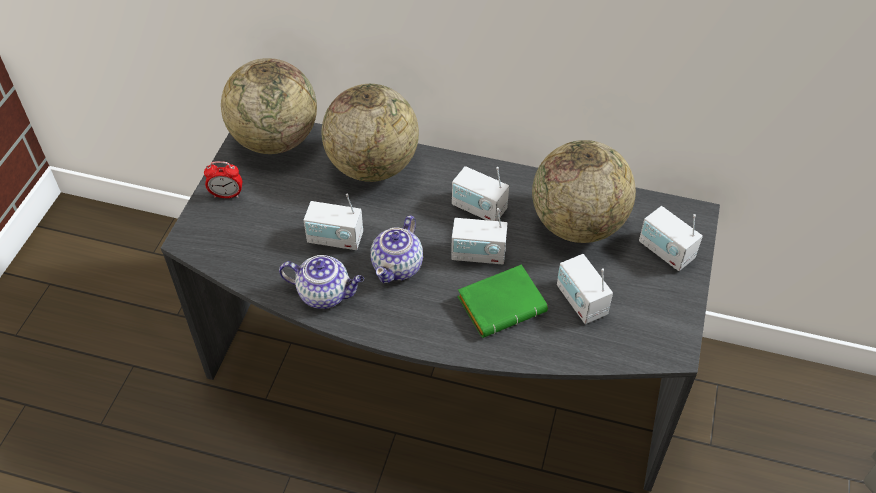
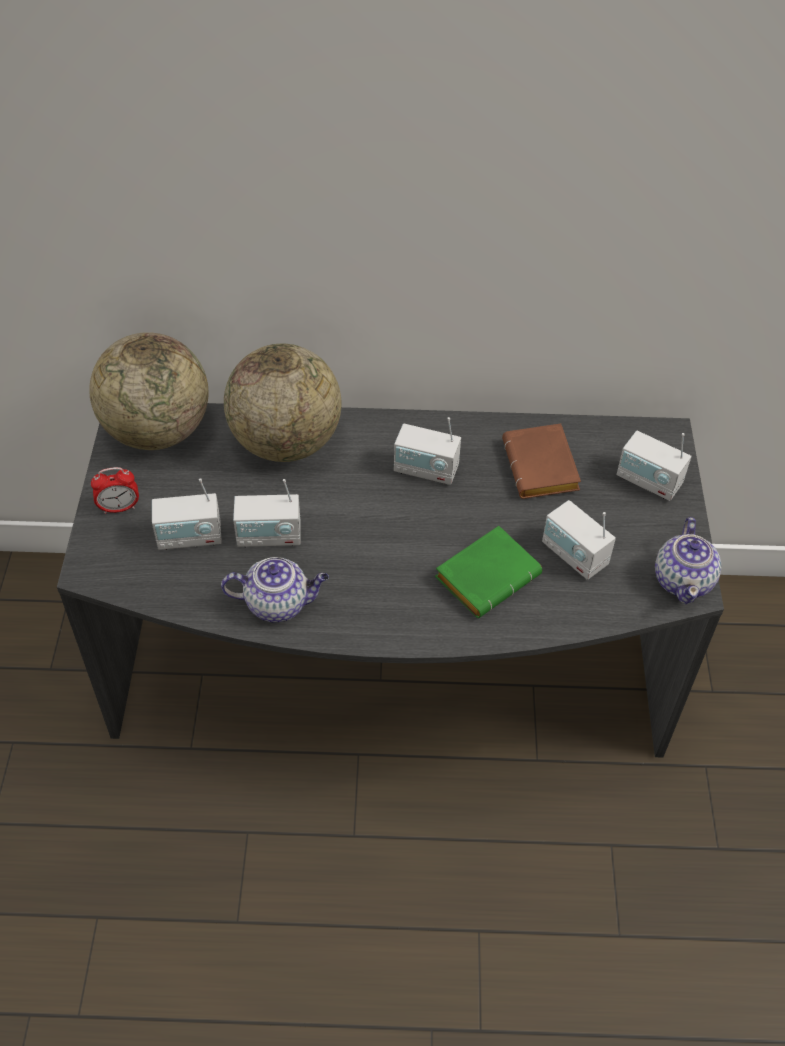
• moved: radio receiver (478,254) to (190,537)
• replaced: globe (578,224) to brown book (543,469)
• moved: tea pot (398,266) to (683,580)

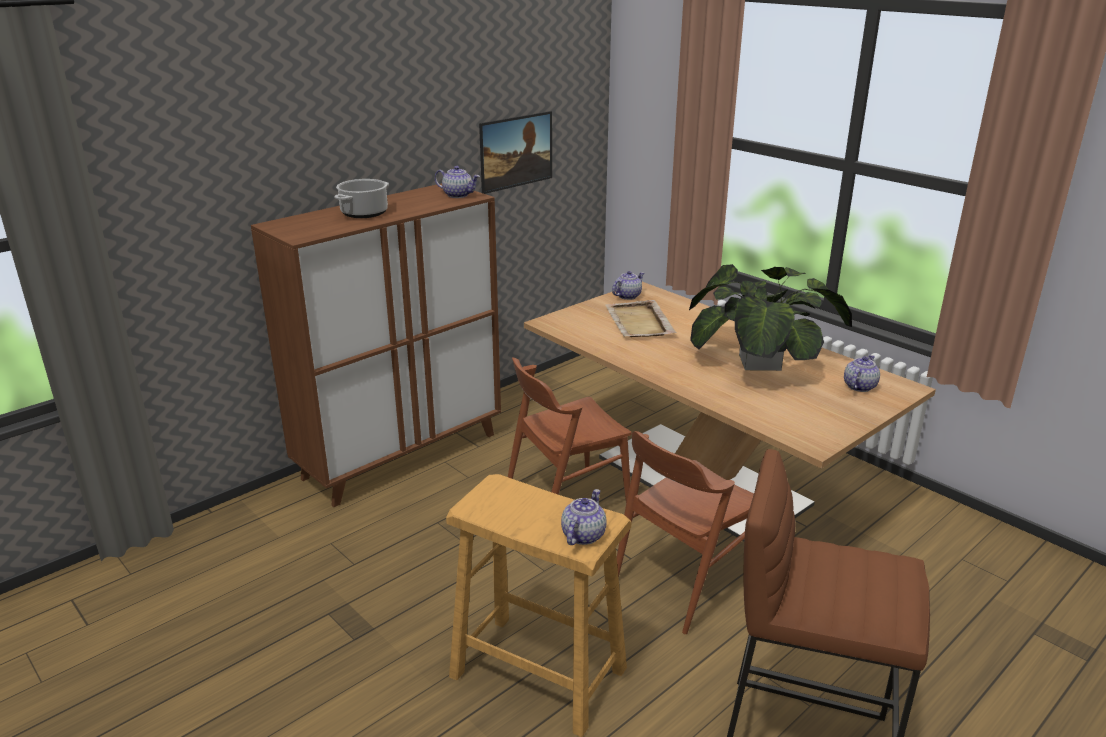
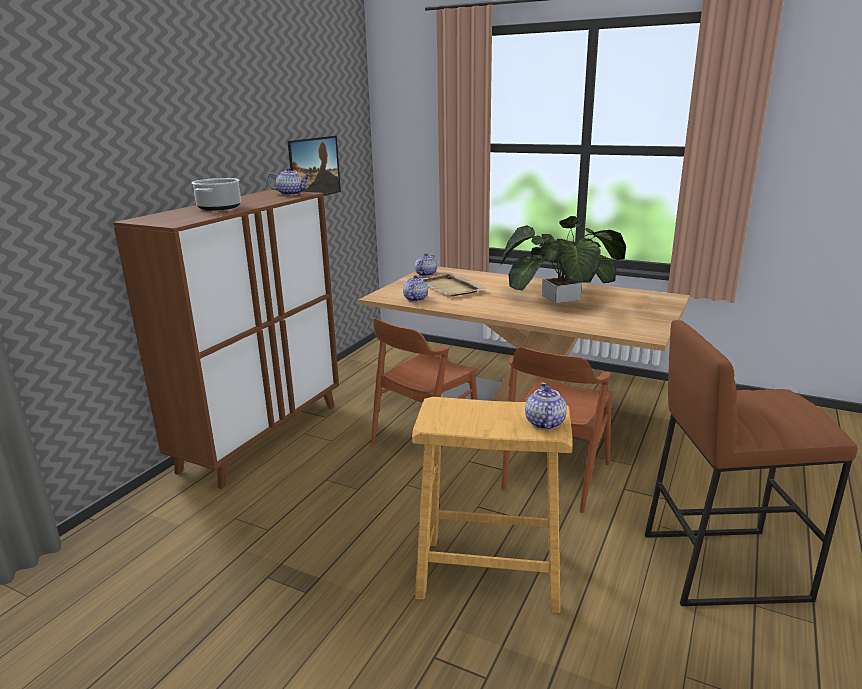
• moved: tea pot (859,386) to (415,299)

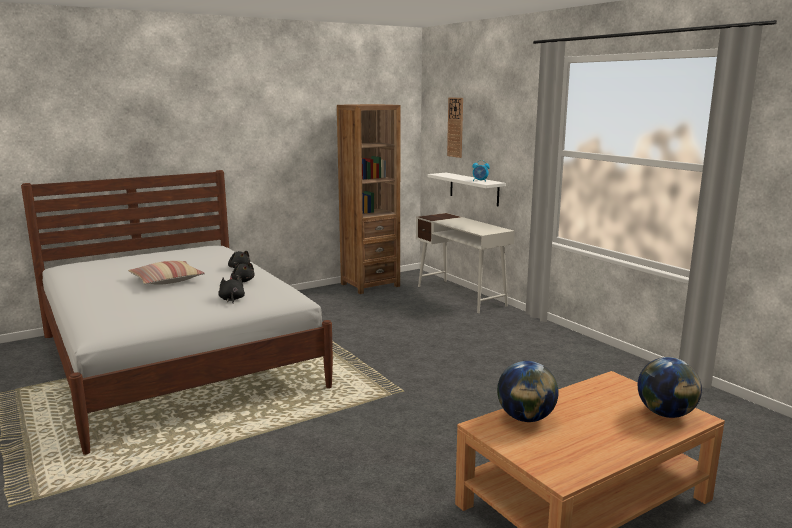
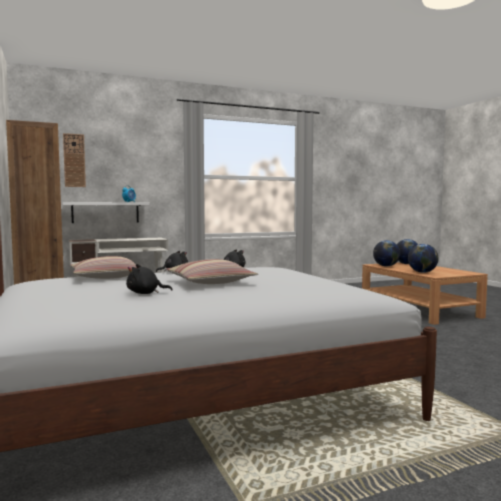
• added: cushion (106,277)
• moved: black-coloured soft toy (232,299) to (145,293)
• added: globe (386,266)

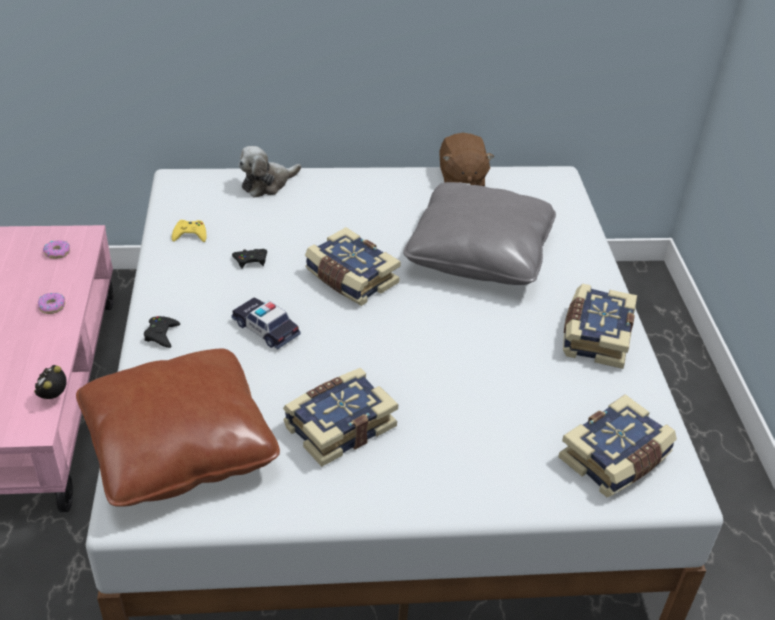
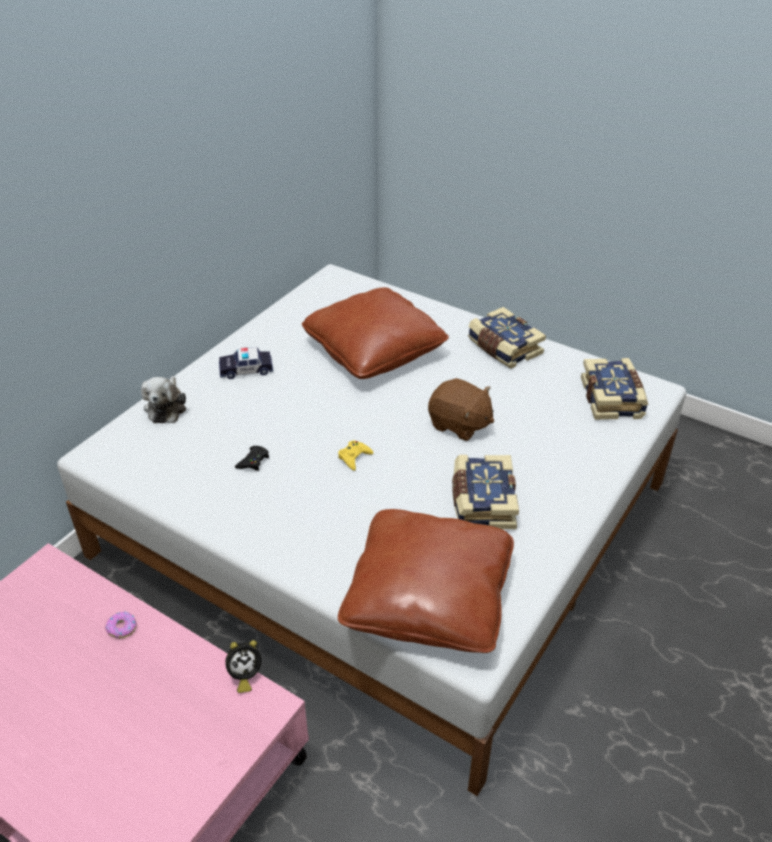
• moved: model car (265,329) to (246,370)
• turned: table clock (53,396) = (244,676) 75 degrees counterclockwise
• recoloured: grey cushion (479,254) to brown cushion (374,350)
• moved: yellowish joypad (190,234) to (354,457)
• moved: brown soft toy (461,179) to (459,425)
• removed: donut (57,252)
• removed: black-coloured joypad (161,334)
• removed: book (350,279)

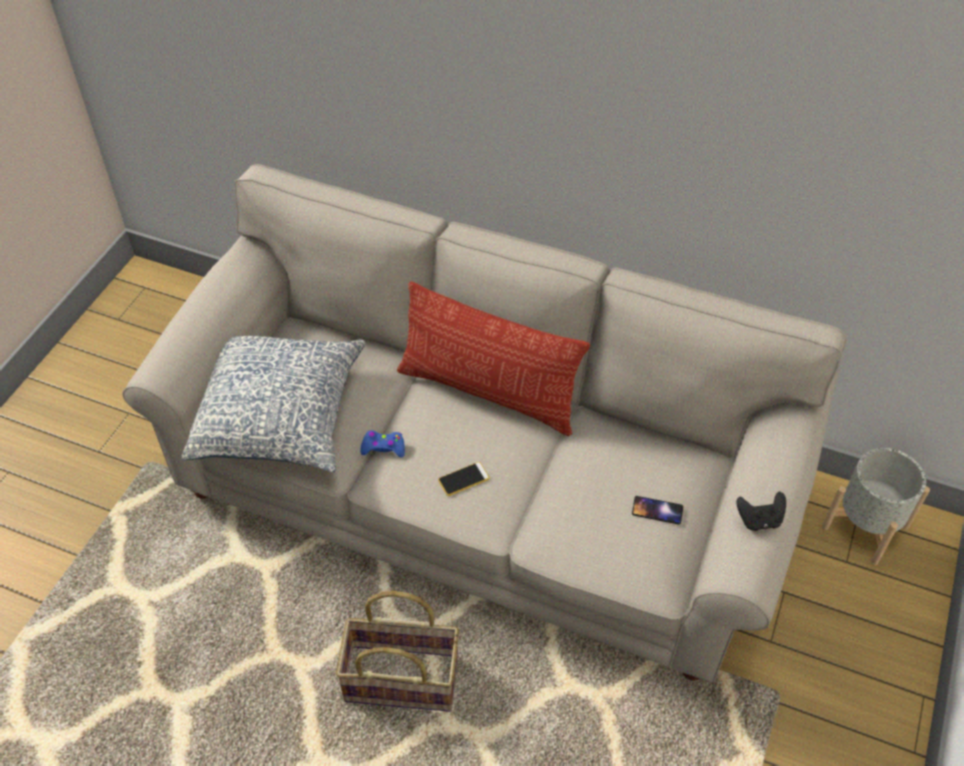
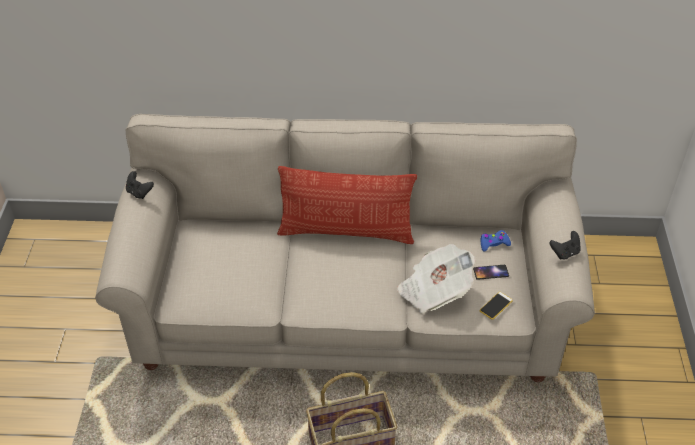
• added: black-coloured joypad (139,192)
• added: daily paper (434,291)
• moved: telephone (463,479) to (496,306)
• moved: blue-coloured joypad (383,447) to (493,243)
• removed: cushion (280,415)
• removed: grey planter (864,526)

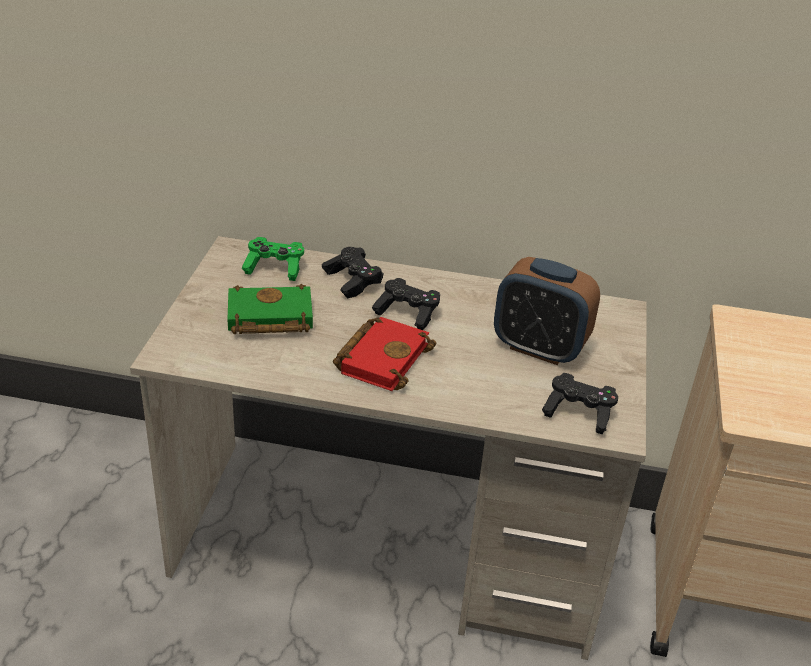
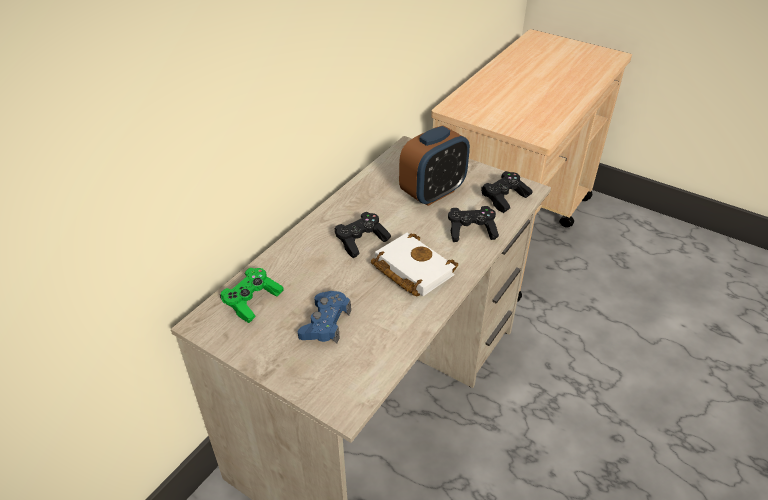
• replaced: green-coloured book (267,318) to blue-coloured joypad (325,323)
• recoloured: reddish book (382,357) to white book (410,269)
• moved: black-coloured joypad (352,281) to (471,231)

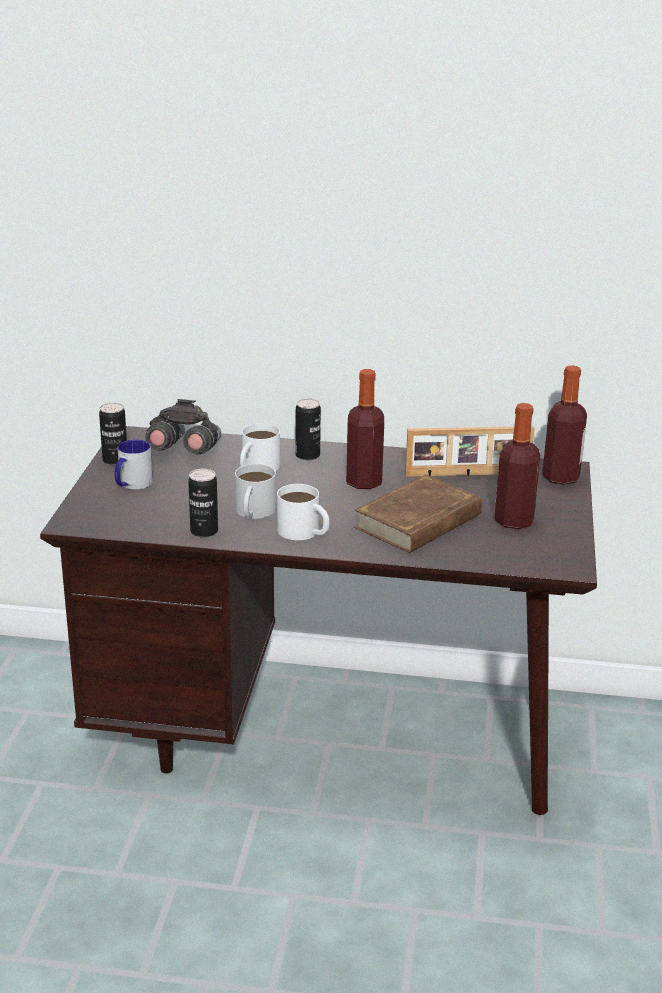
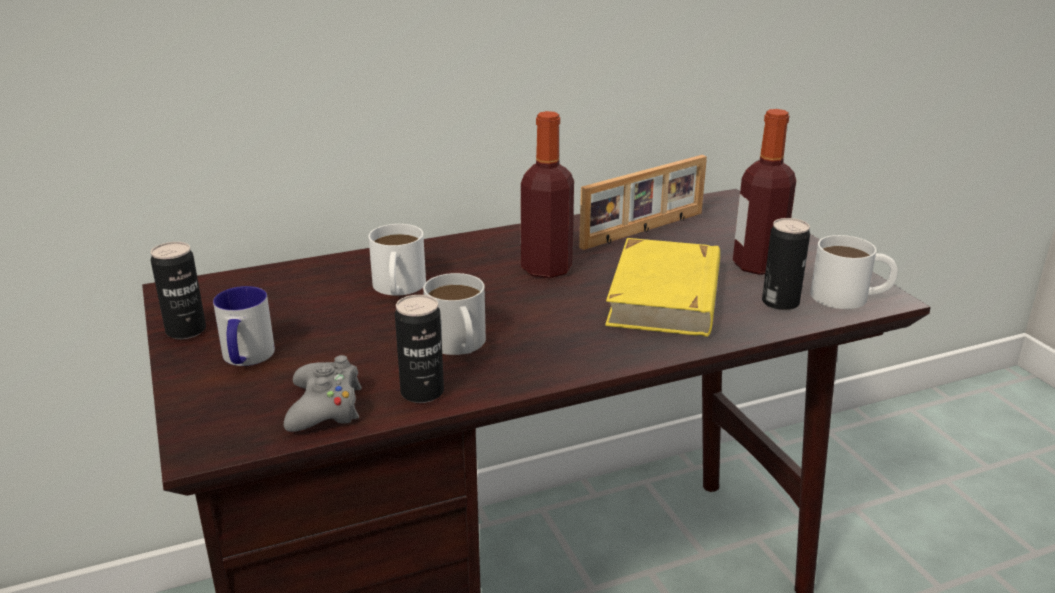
• added: grey joypad (325,407)
• recoloured: brown book (419,521) to yellowish book (666,296)
• moved: can (307,455) to (780,303)
• moved: white coffee mug (304,533) to (850,297)
• removed: grey binoculars (184,452)
• removed: bottle (560,477)

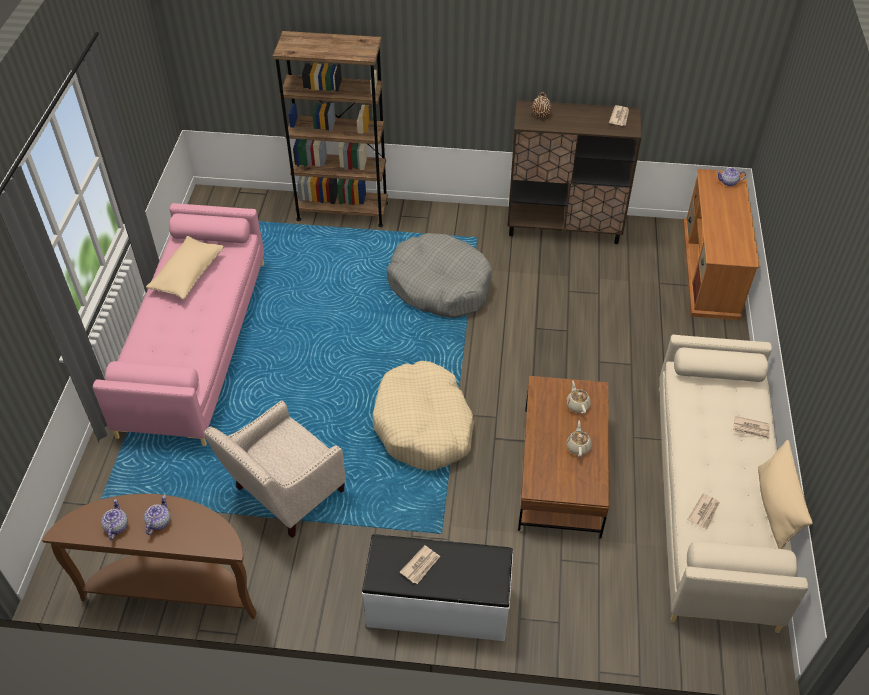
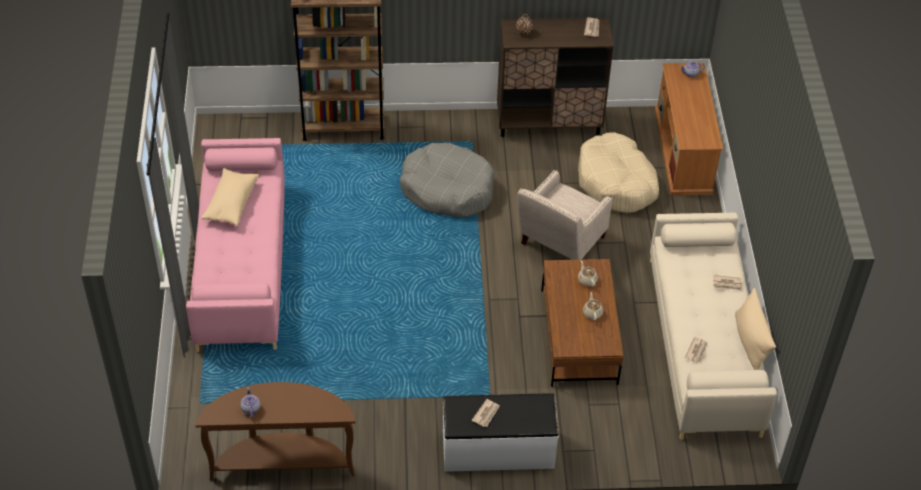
• moved: beige lounge chair (284,494) to (559,243)
• moved: beige dog cushion (424,426) to (616,182)
• removed: tea pot (159,522)

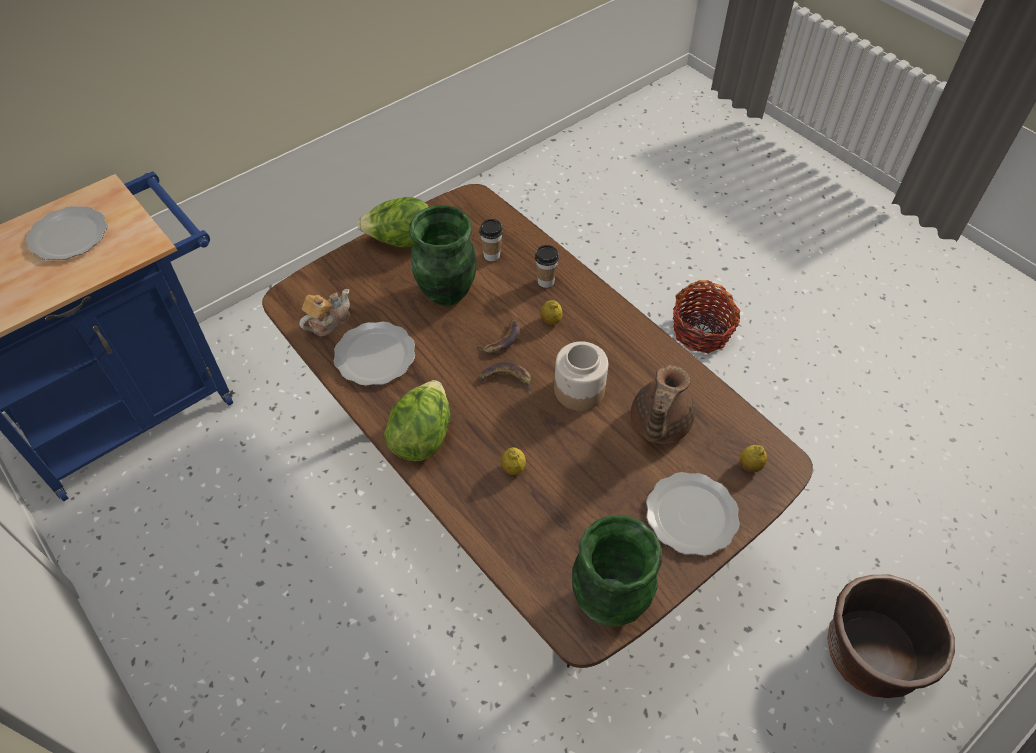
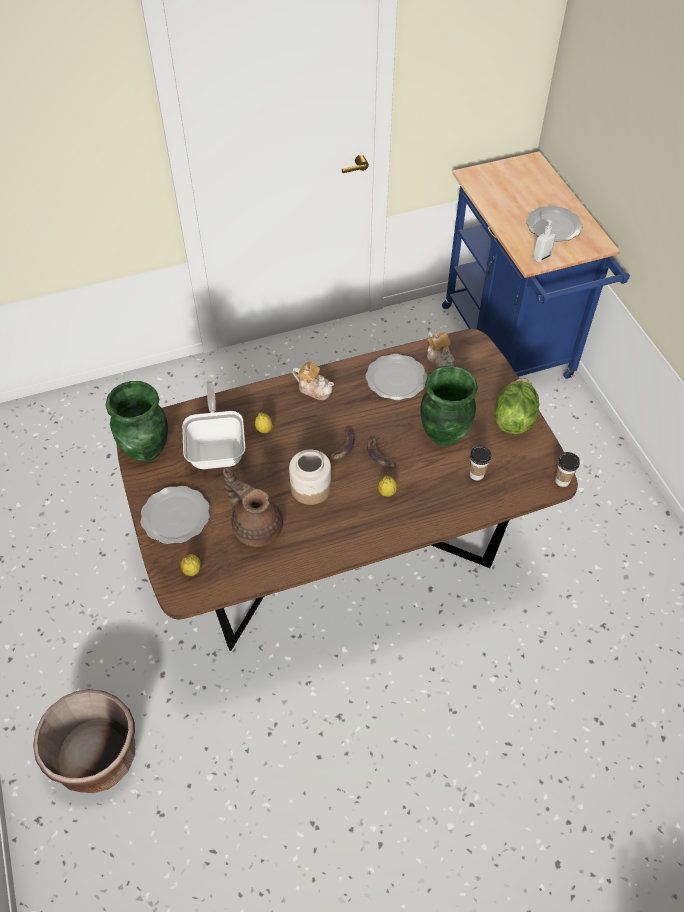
• added: frying pan (217,448)
• replaced: lettuce (422,436) to tea pot (314,389)
• added: soap bottle (541,257)
• moved: cup (546,281) to (562,481)
• removed: household basket (701,332)

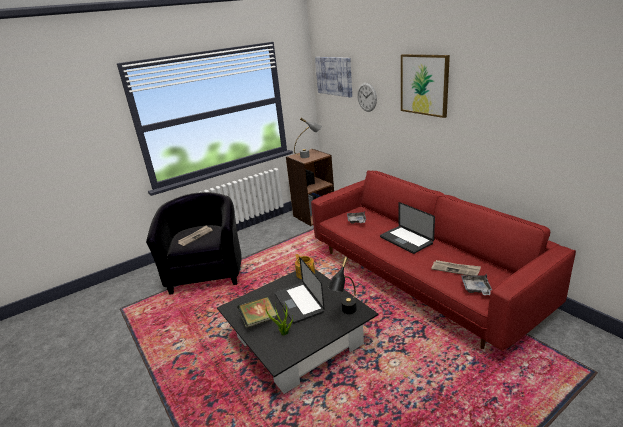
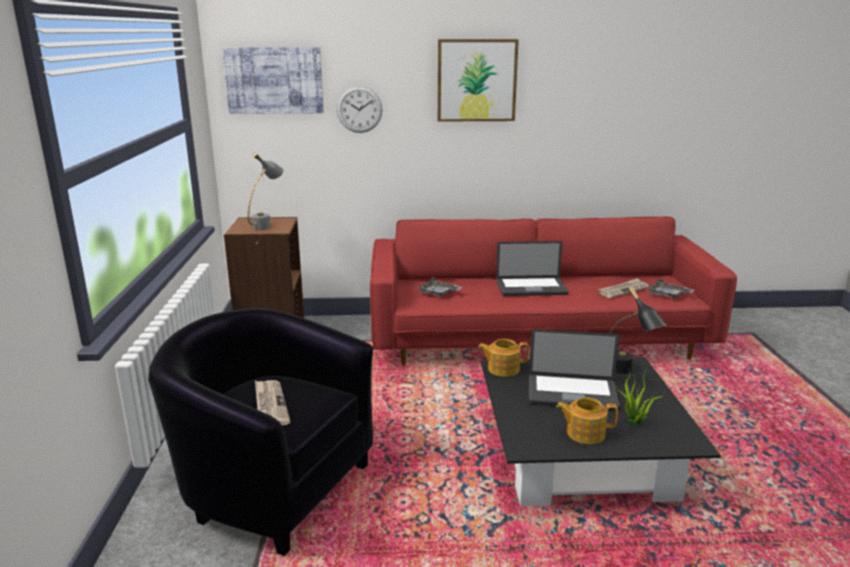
• replaced: book (259,320) to tea pot (584,433)

